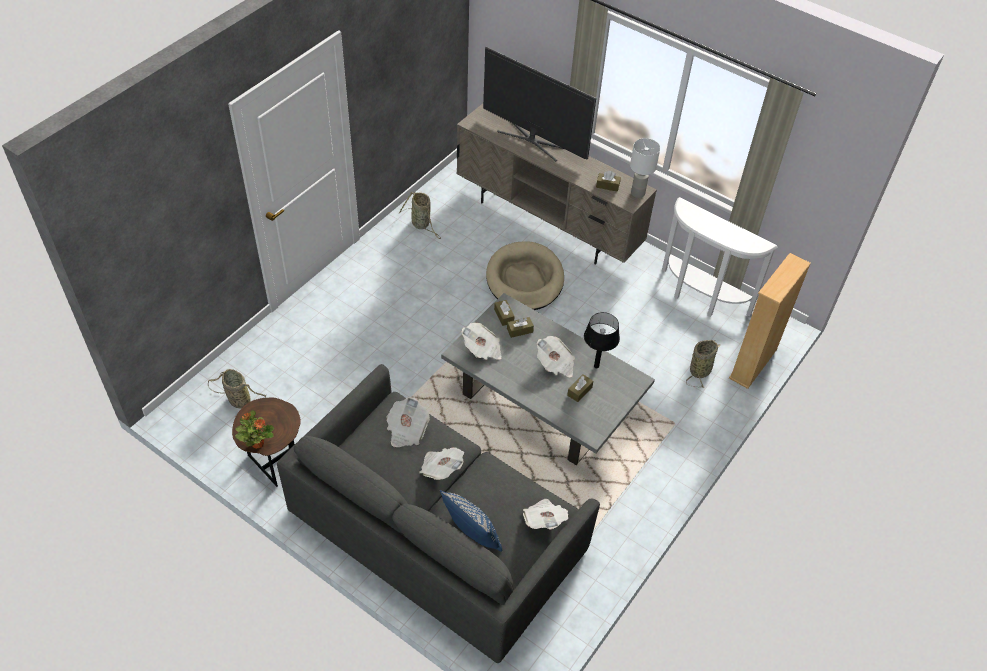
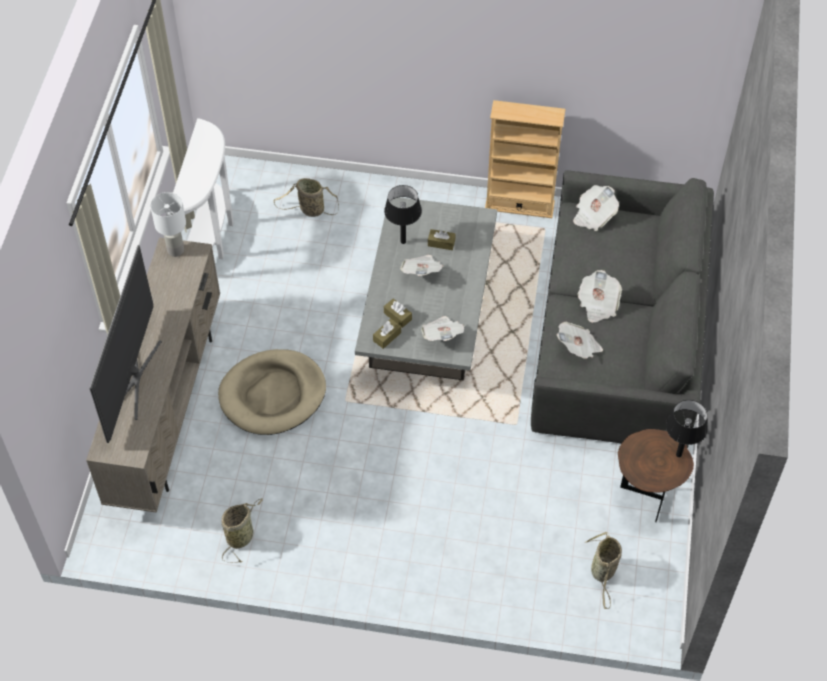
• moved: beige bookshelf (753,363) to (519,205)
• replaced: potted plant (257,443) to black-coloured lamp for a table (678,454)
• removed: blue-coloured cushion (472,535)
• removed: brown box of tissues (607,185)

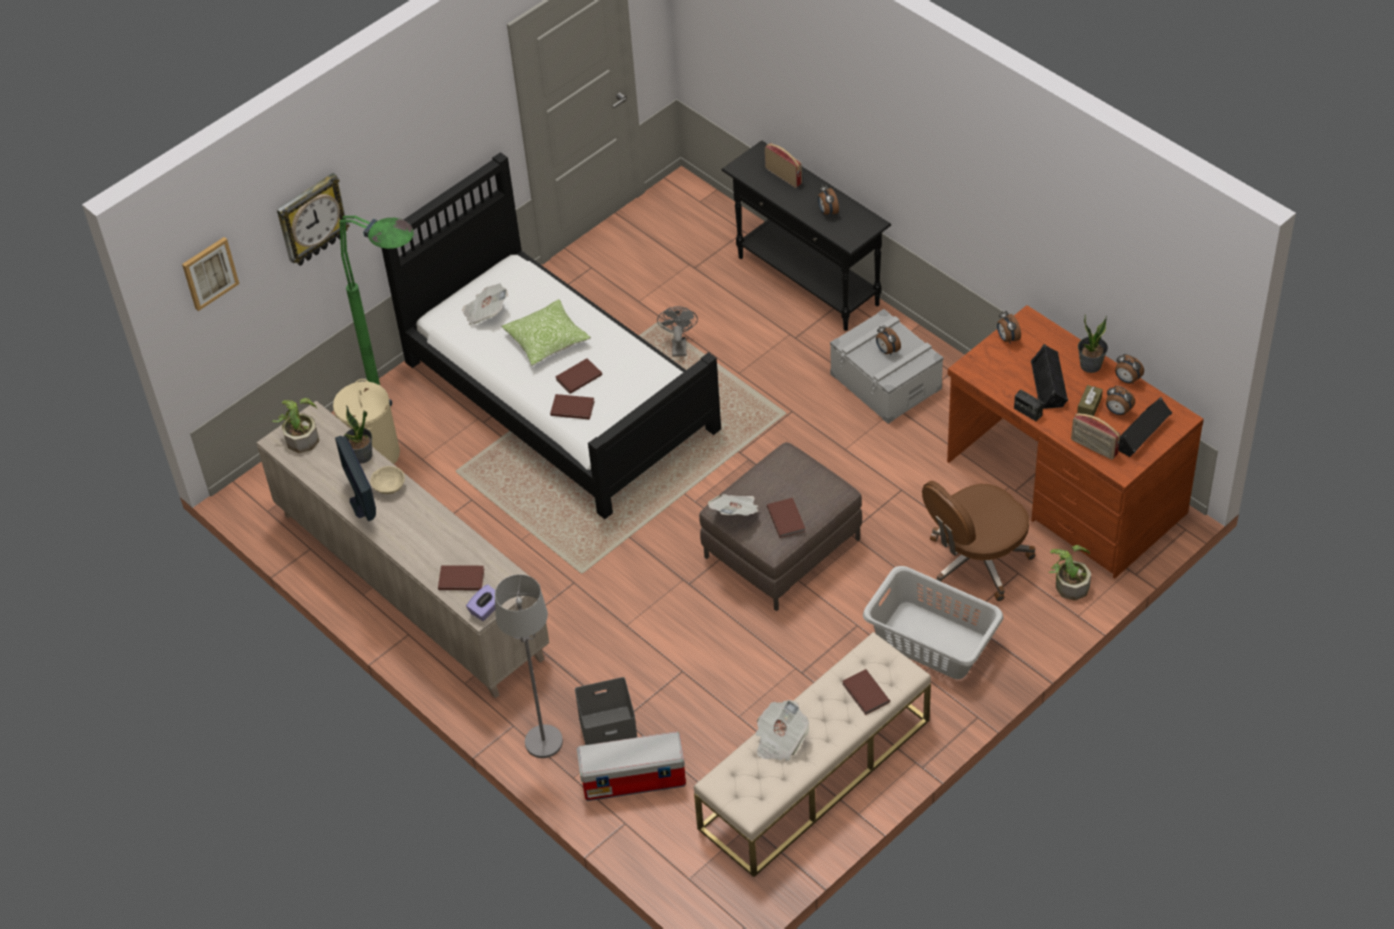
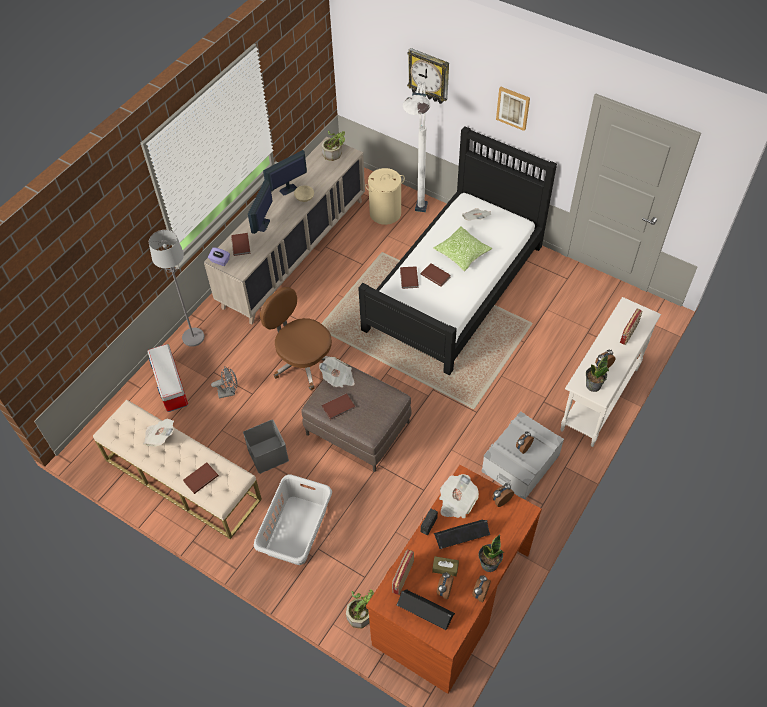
• moved: grey fan (678,345) to (229,392)
• moved: grey storage bin (607,733) to (267,454)
• added: computer display (263,225)
• moved: brown office chair (976,561) to (303,361)
• recoloured: green-coloured standard lamp (414,419) to white standard lamp (416,225)
• added: daily paper (456,502)
• moved: wall picture (209,272) to (513,108)
• recoloured: black-coloured narrow table (808,281) to white narrow table (599,399)
• moved: potted plant (361,456) to (593,385)

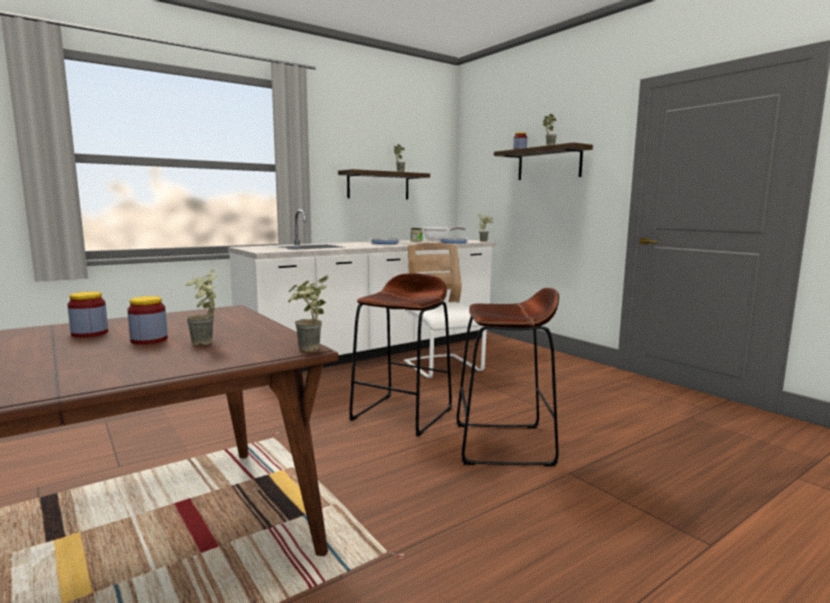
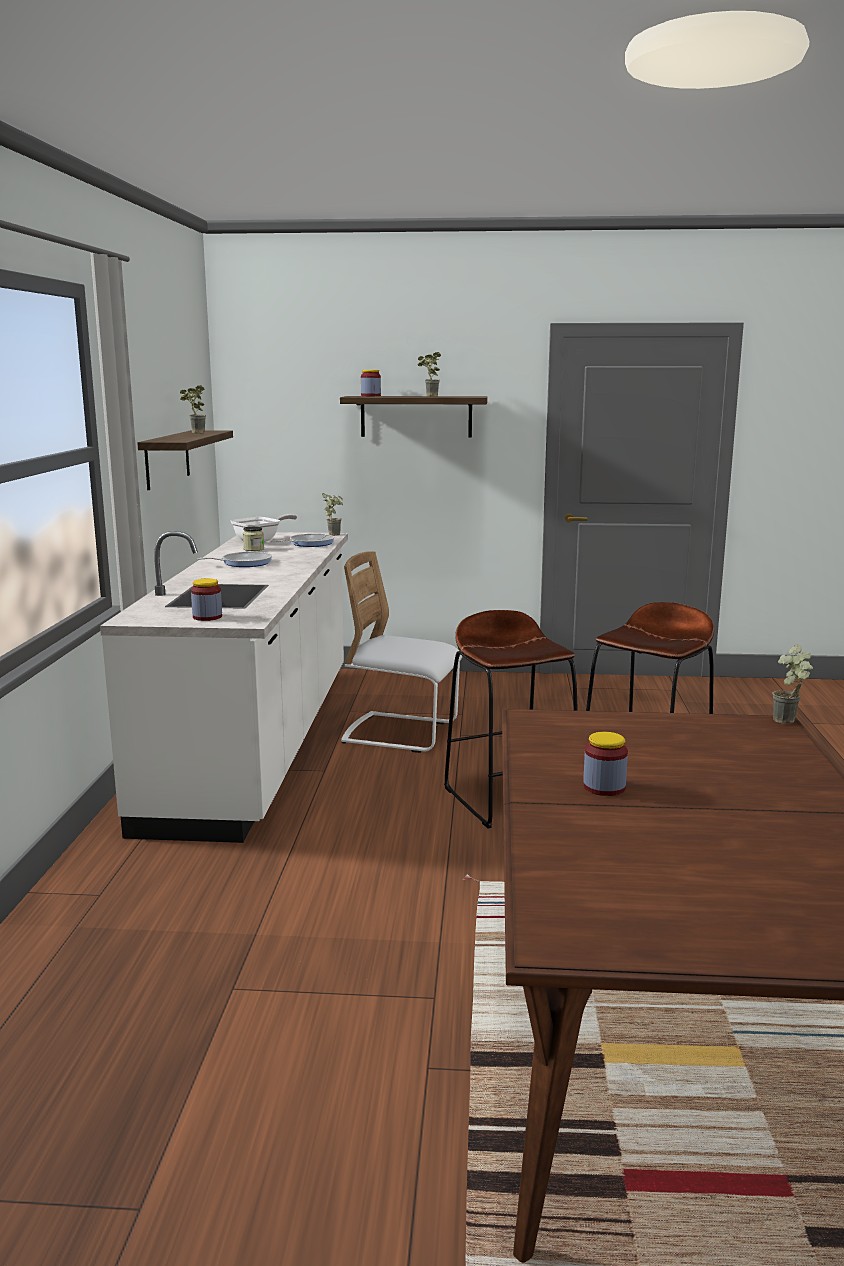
• moved: jar (149,340) to (207,617)
• removed: potted plant (206,344)

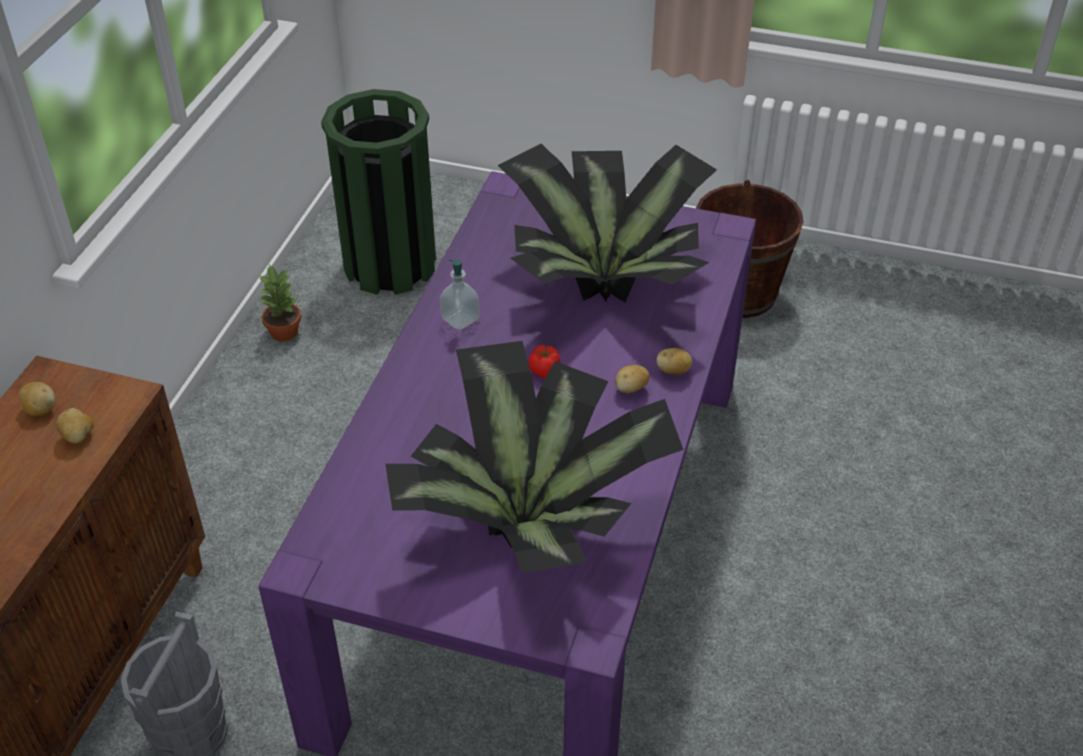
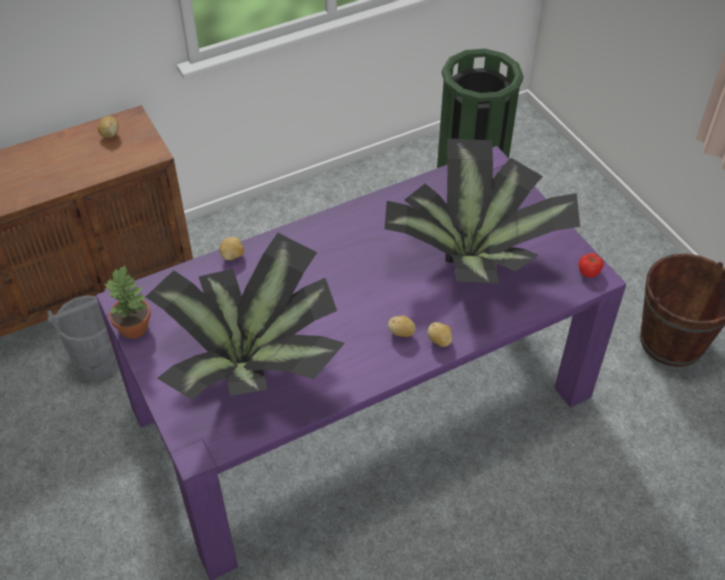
• moved: potted plant (284,331) to (134,327)
• moved: spud (78,436) to (232,256)
• moved: tomato (545,370) to (589,271)
• removed: soap bottle (460,319)

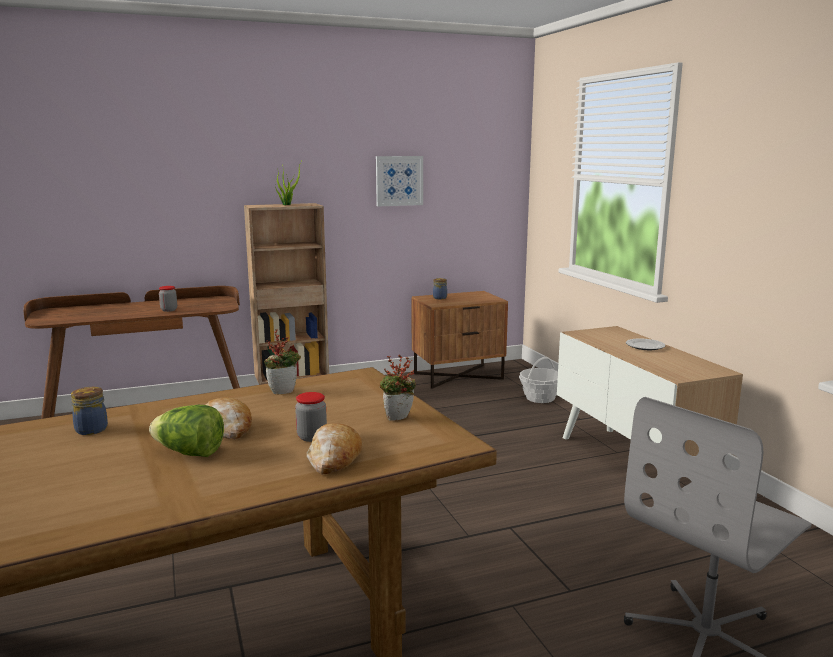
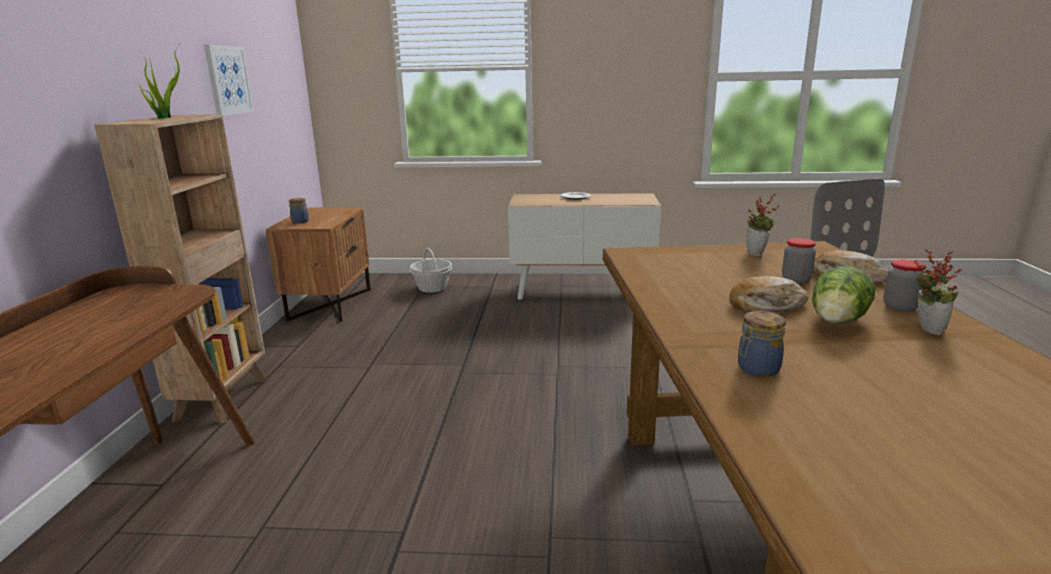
• moved: jar (169,310) to (900,306)
• moved: potted plant (283,391) to (925,329)

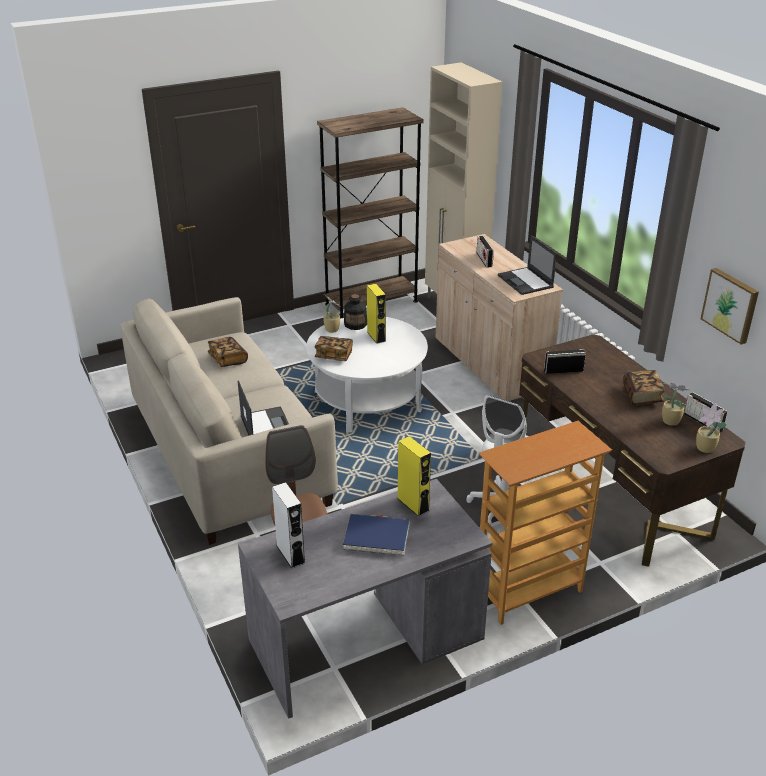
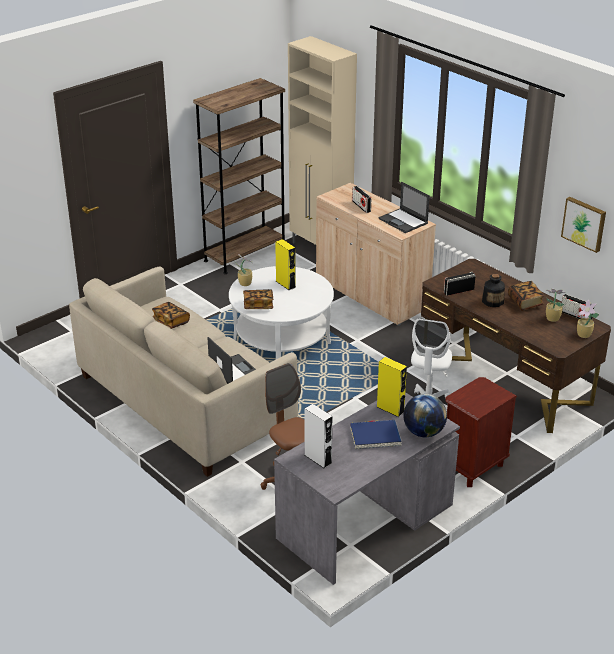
• added: globe (423,432)
• replaced: bookshelf (529,593) to brown bedside table (472,467)
• moved: bottle (356,324) to (493,301)

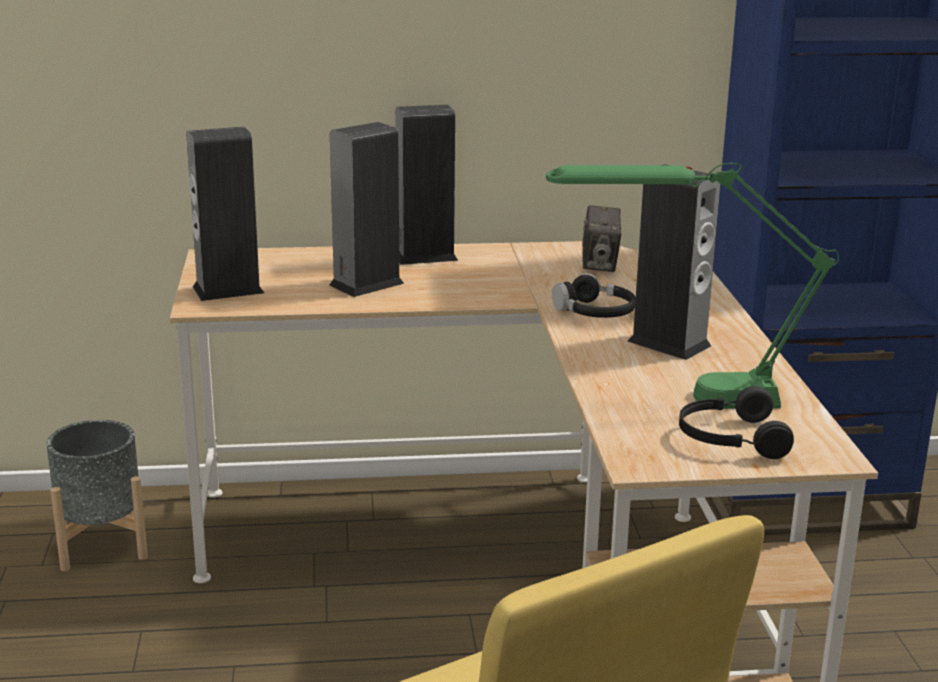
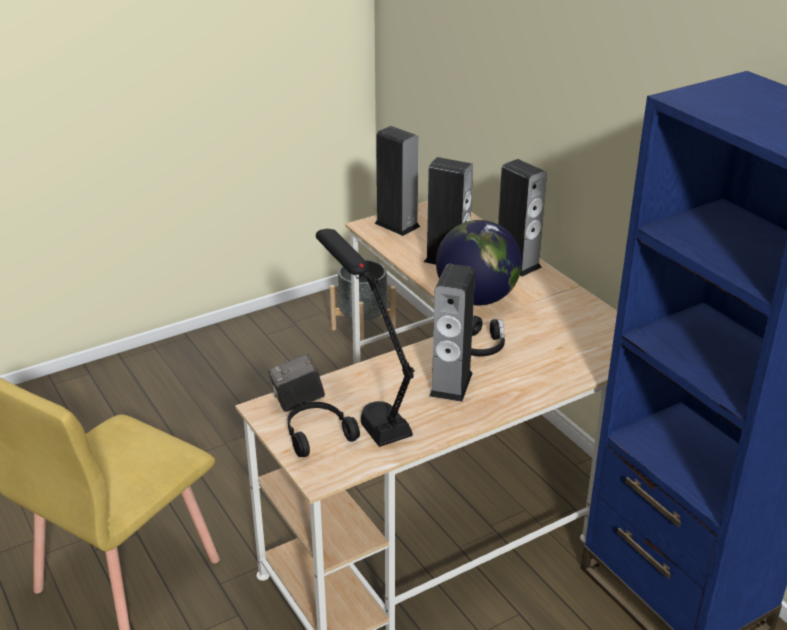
• moved: photo camera (600,265) to (298,402)
• recoloured: green-coloured lamp for a table (680,397) to black-coloured lamp for a table (366,405)
• added: globe (477,298)

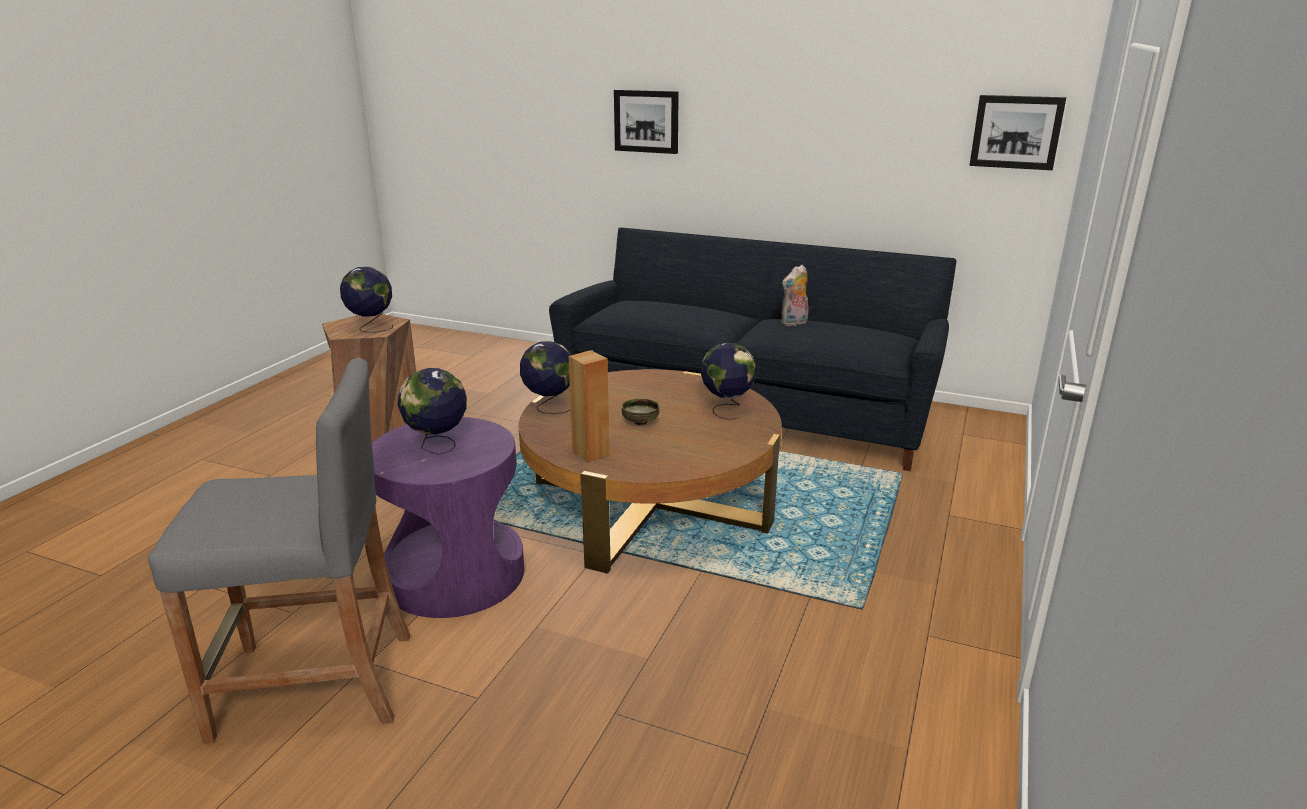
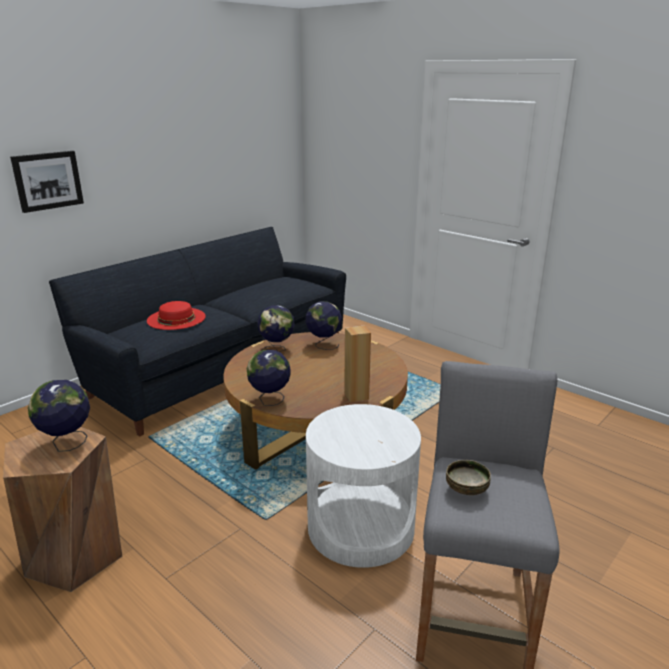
• added: reddish clothing hat (176,318)
• moved: globe (438,447) to (277,349)
• recoloured: purple-coloured side table (456,574) to white side table (361,526)
• moved: deep dish (640,422) to (466,490)
• removed: soft toy (794,323)
• removed: wall picture (1016,132)

